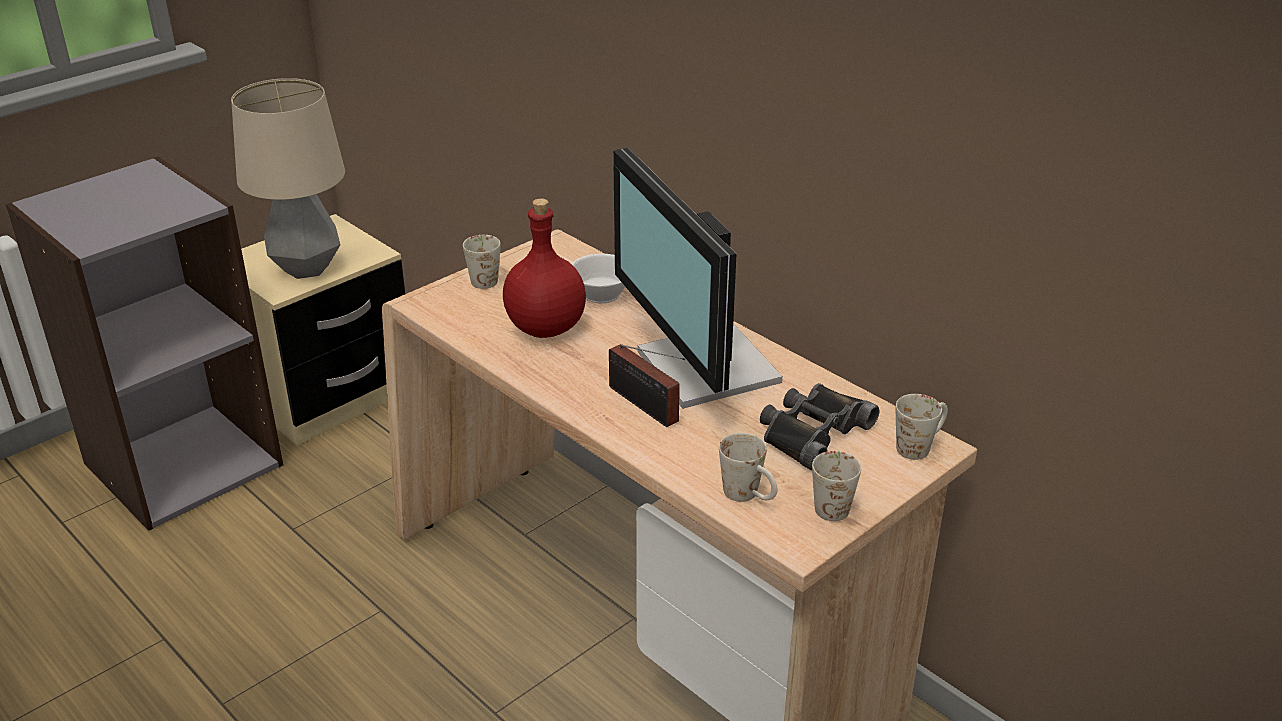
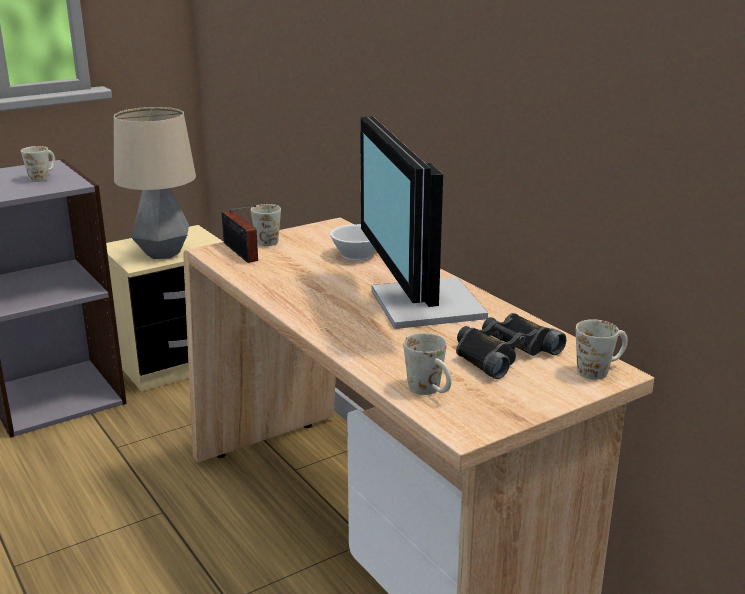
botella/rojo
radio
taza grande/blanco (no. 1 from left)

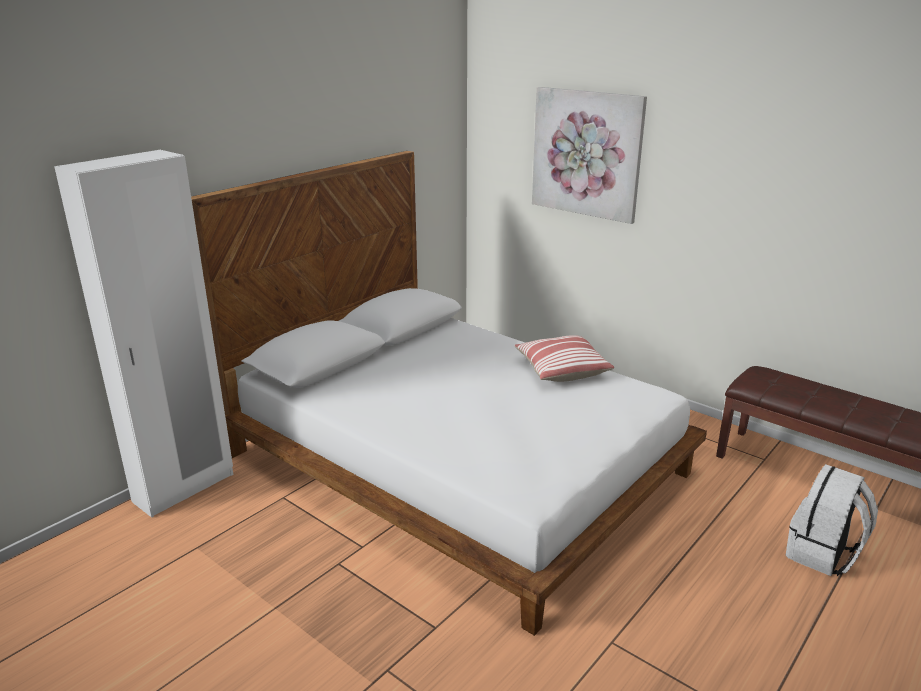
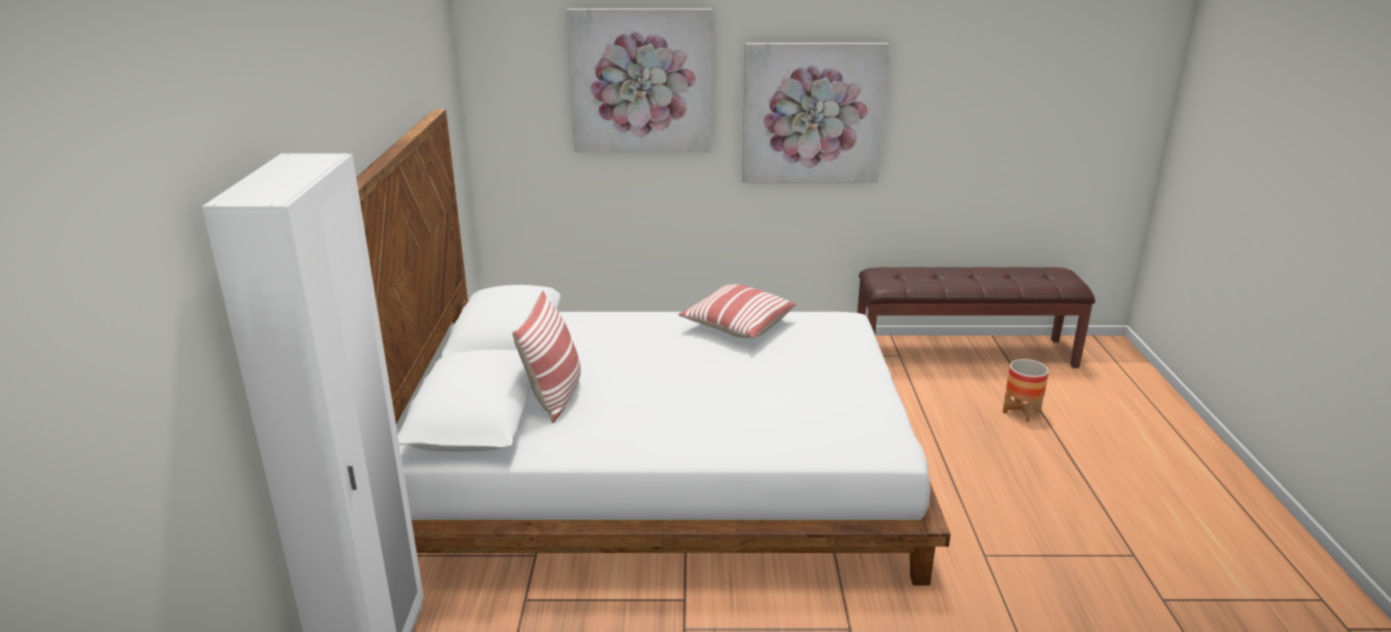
maceta
cojín (no. 1 from left)
cuadro (no. 2 from left)

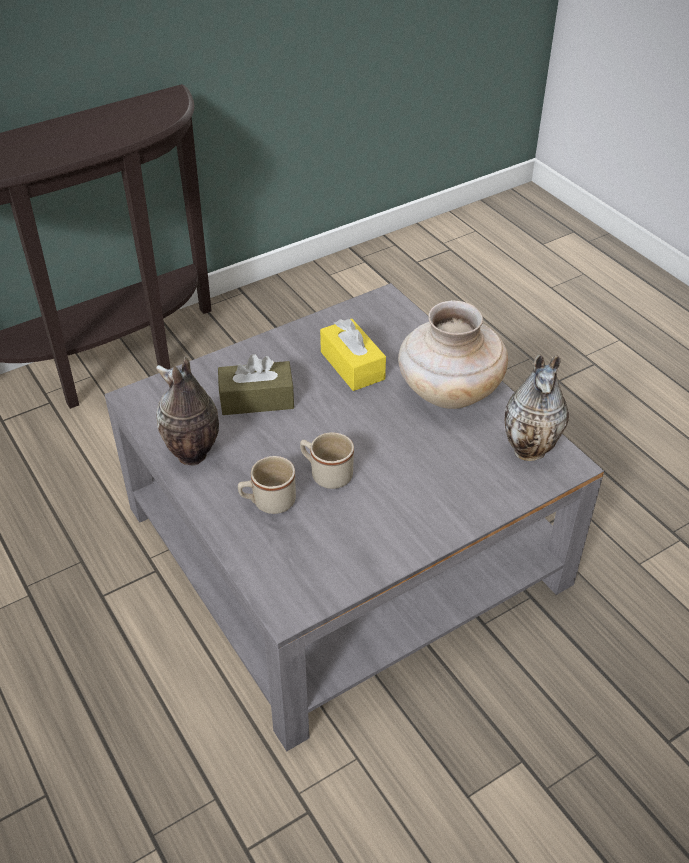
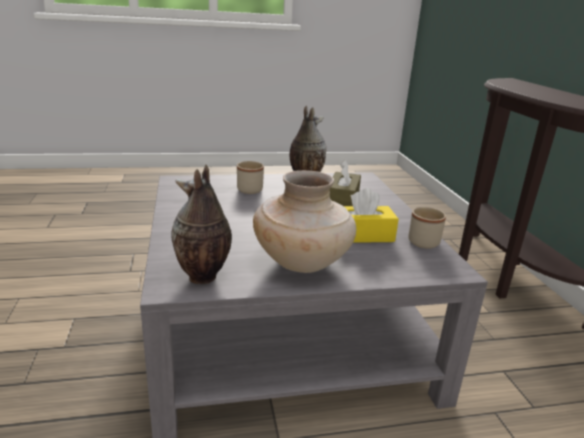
taza grande/beis (no. 2 from left)

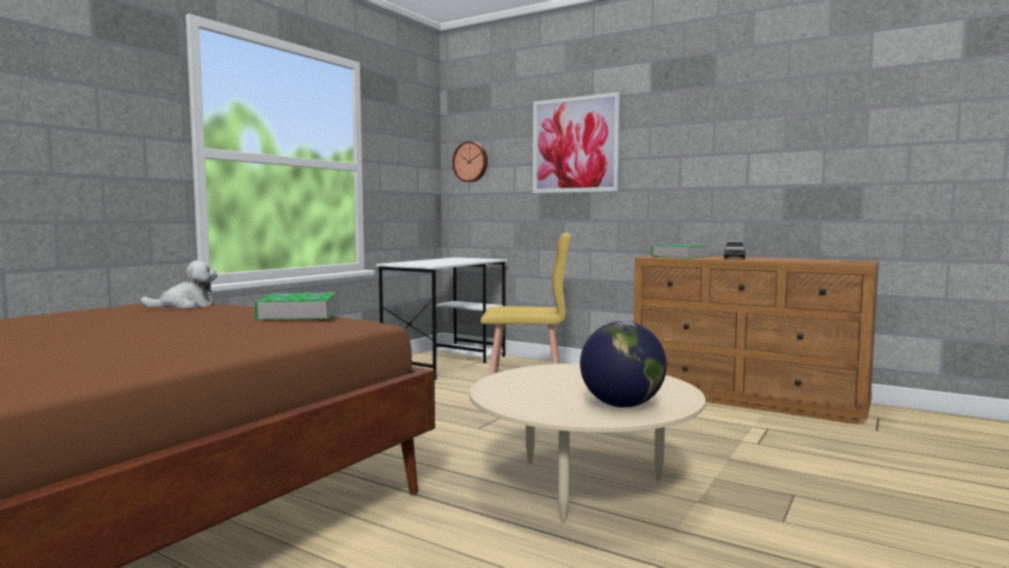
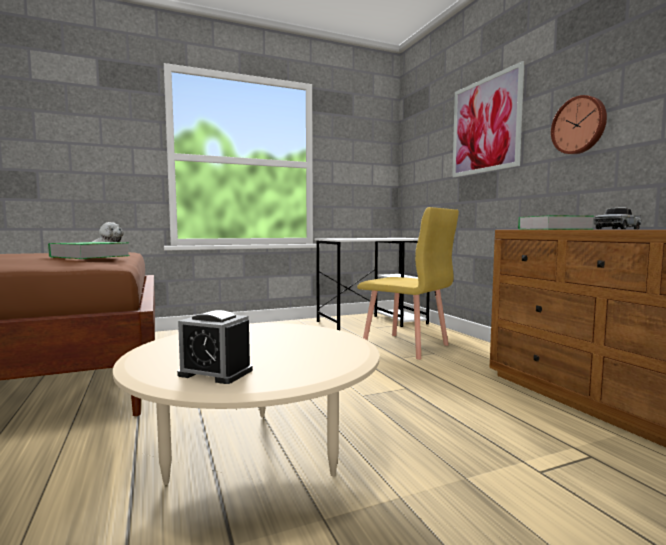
reloj de pared
despertador

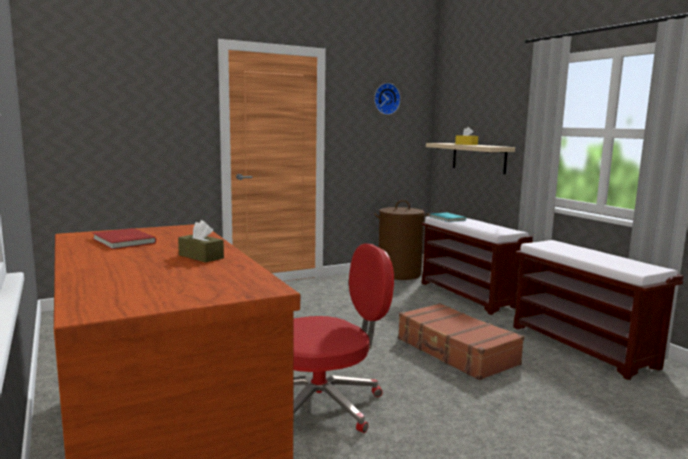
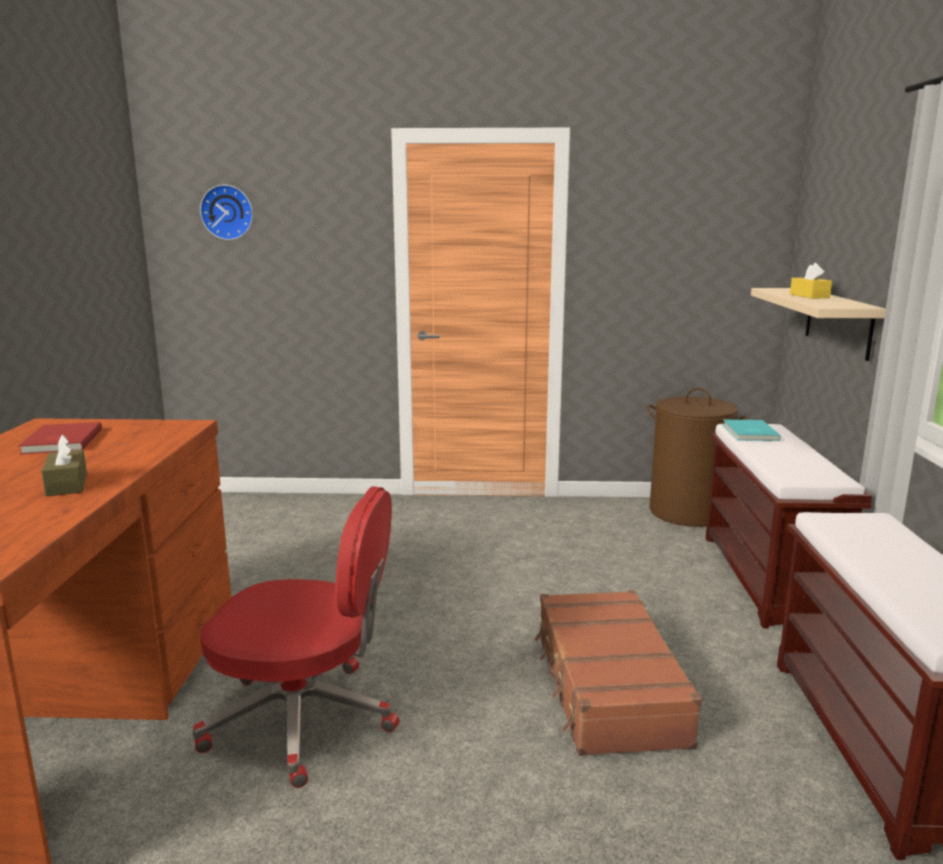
reloj de pared

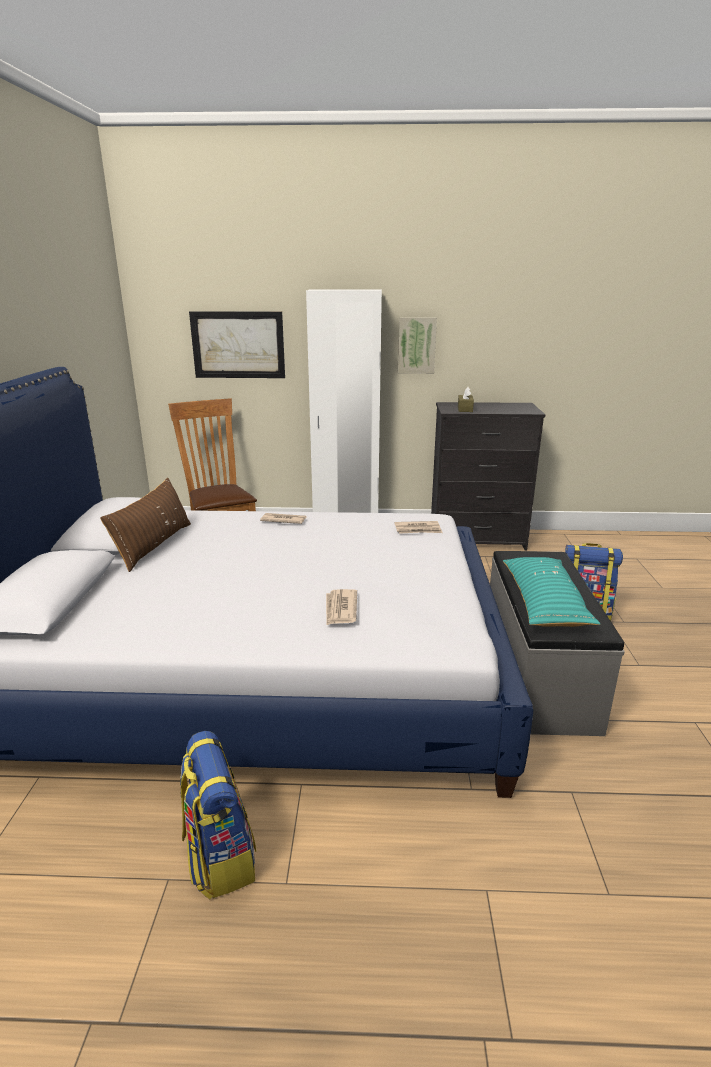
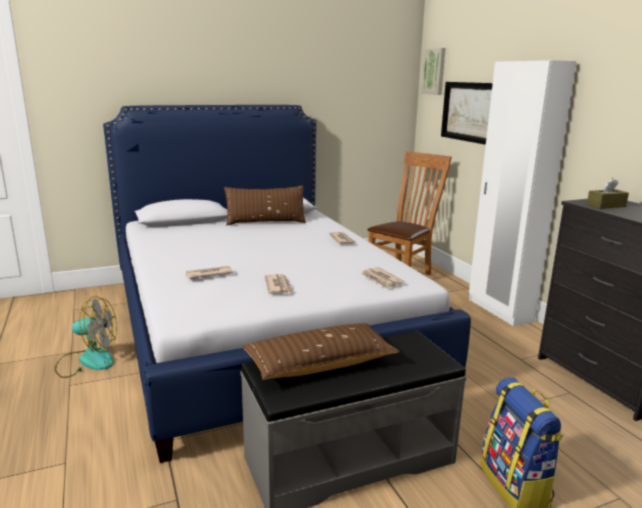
ventilador
cuadro (no. 1 from left)
cojín/marrón (no. 2 from left)
periódico (no. 2 from left)

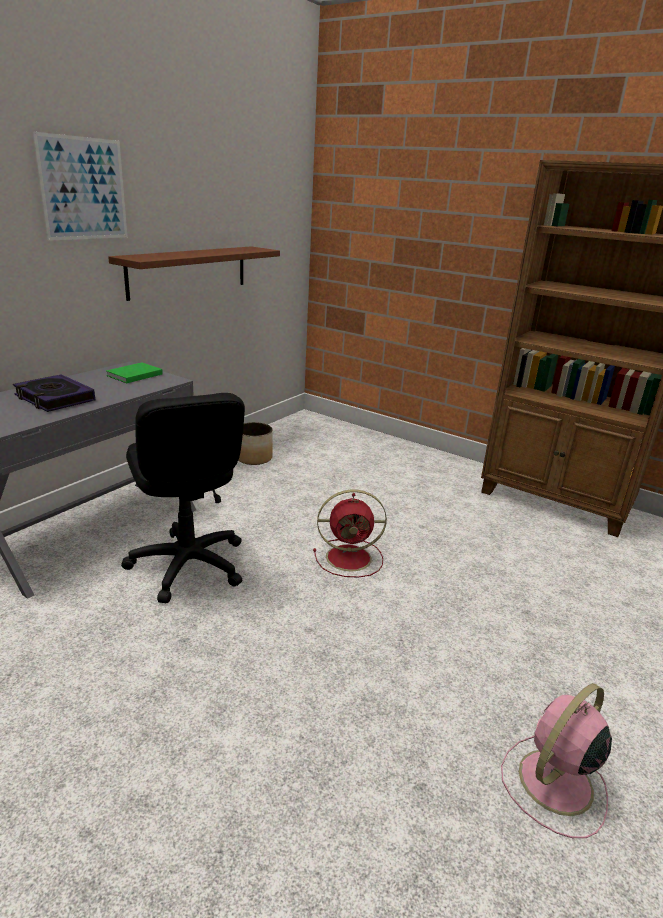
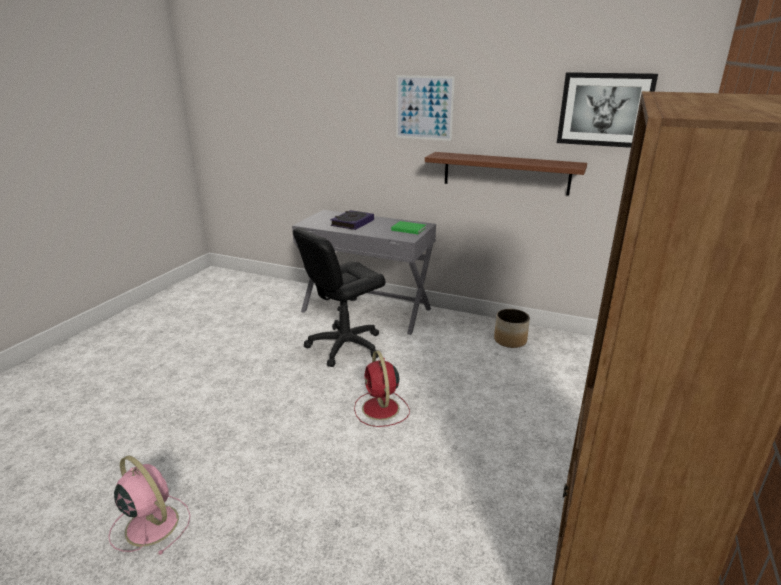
cuadro (no. 2 from left)

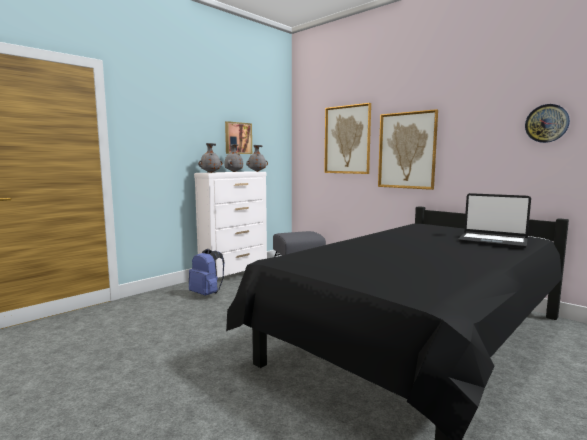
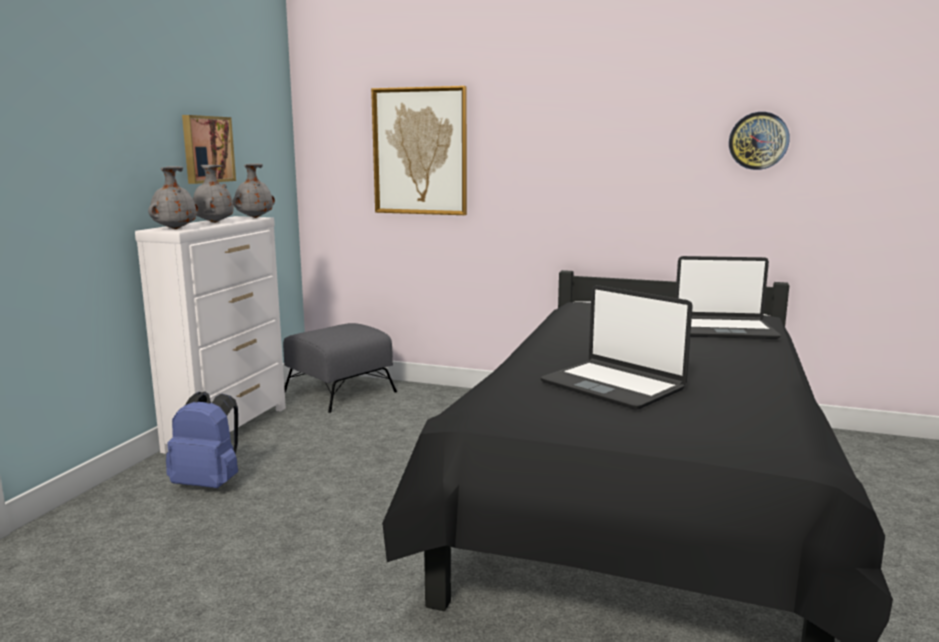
cuadro (no. 3 from left in the first image)
portátil (no. 1 from left)

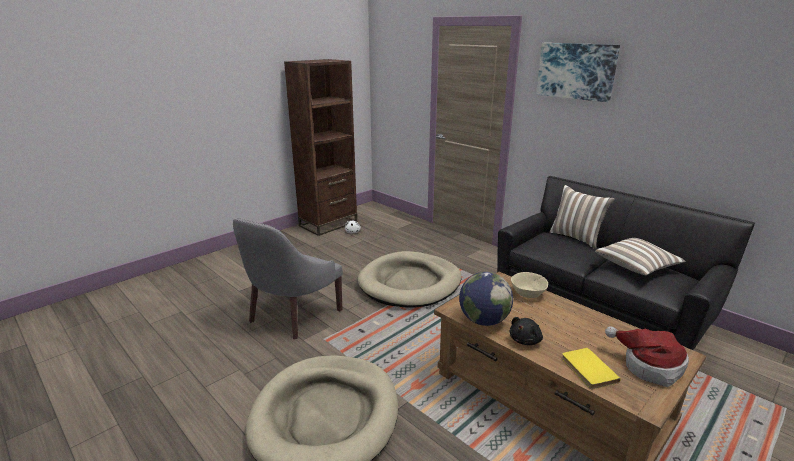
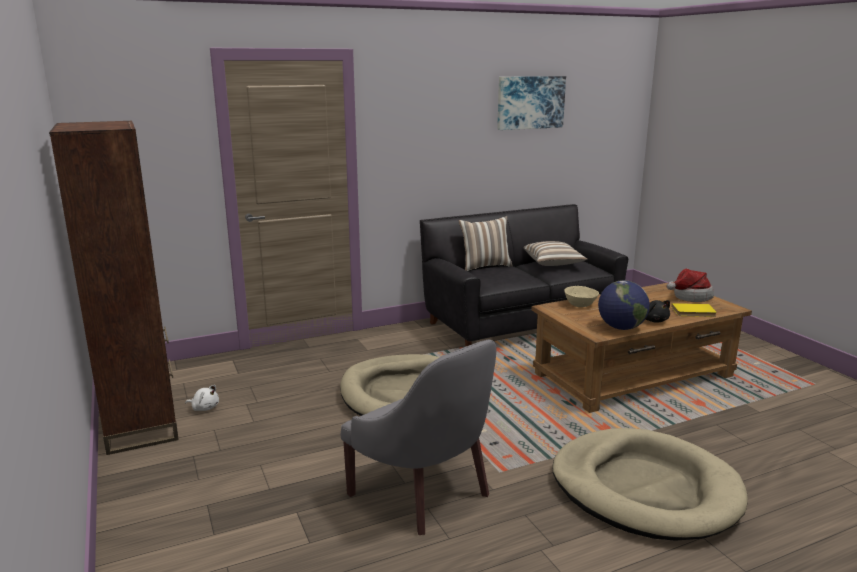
cuadro

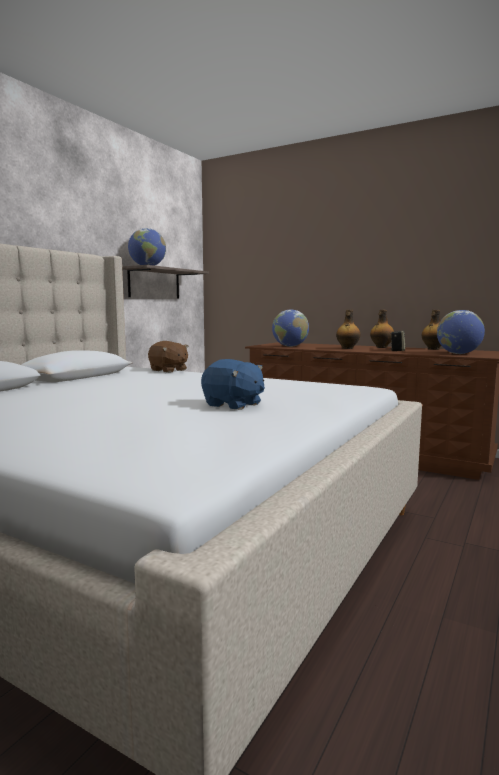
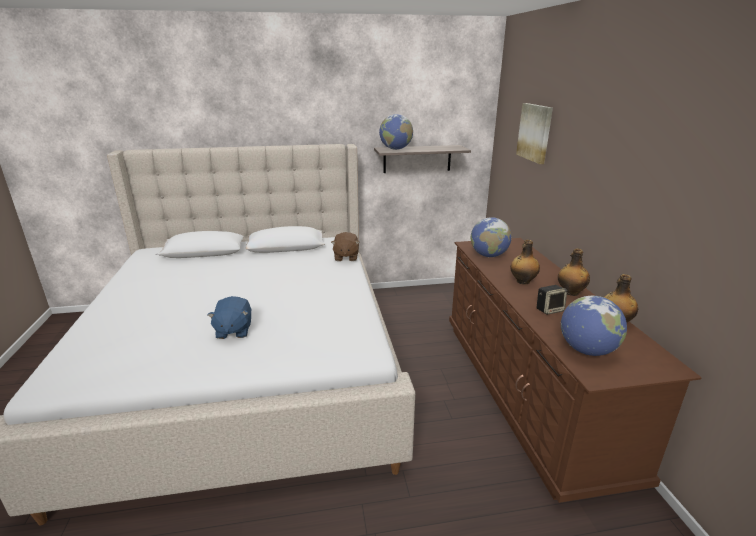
cuadro

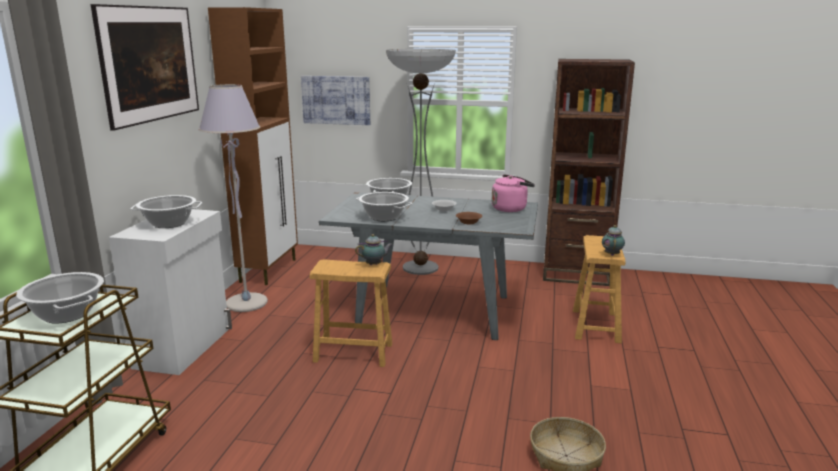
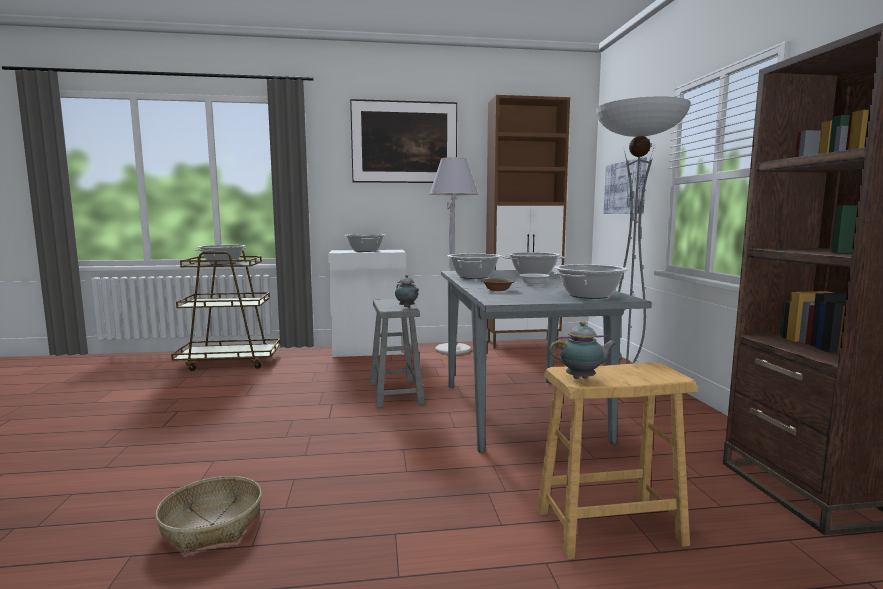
taburete/gris
olla (no. 5 from left)

